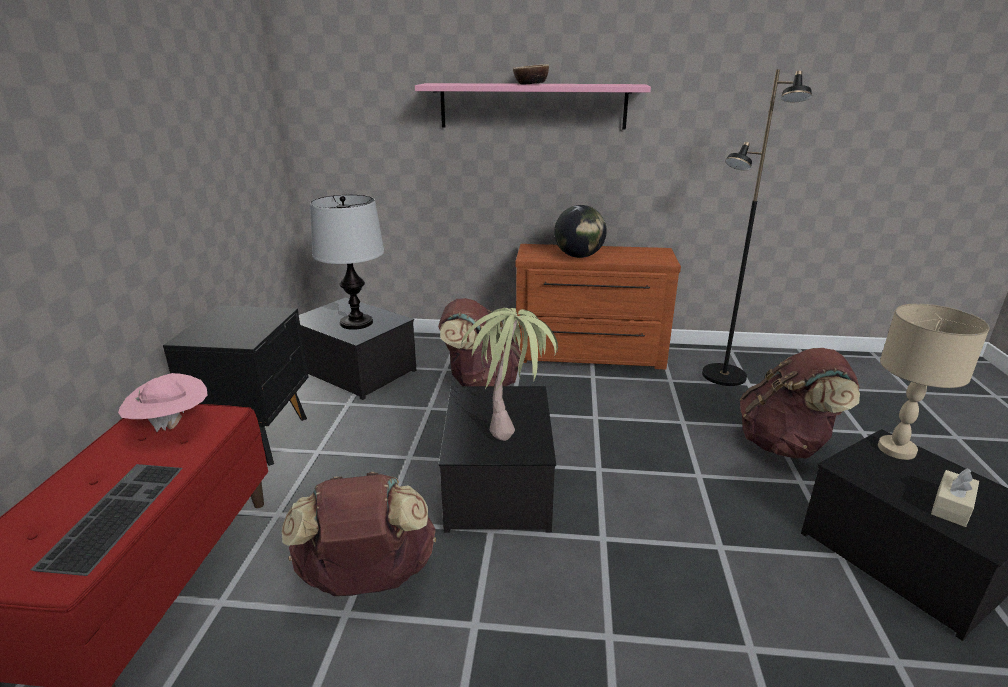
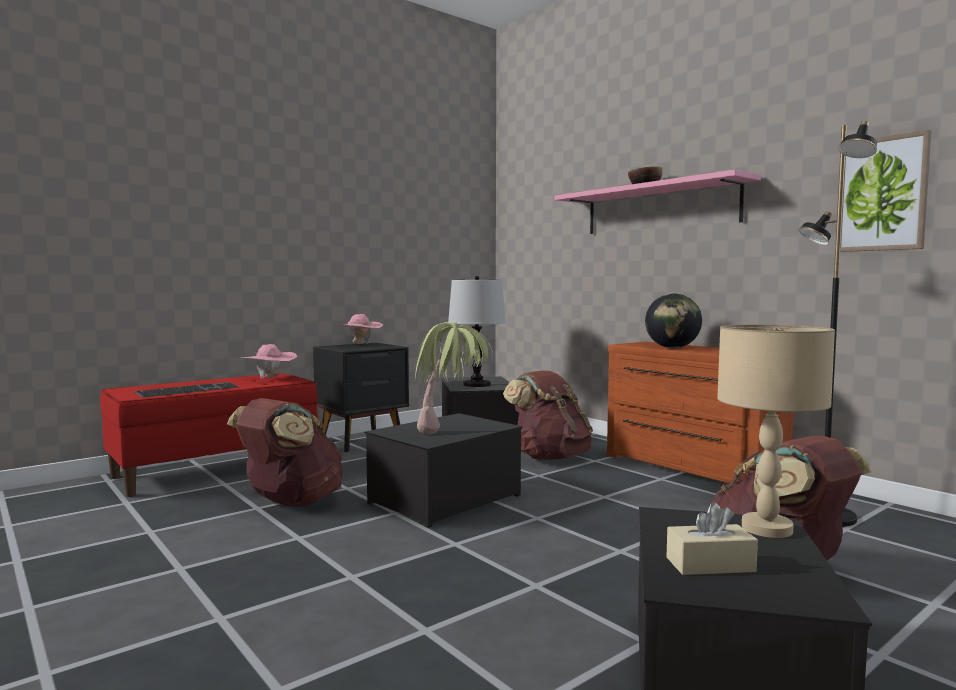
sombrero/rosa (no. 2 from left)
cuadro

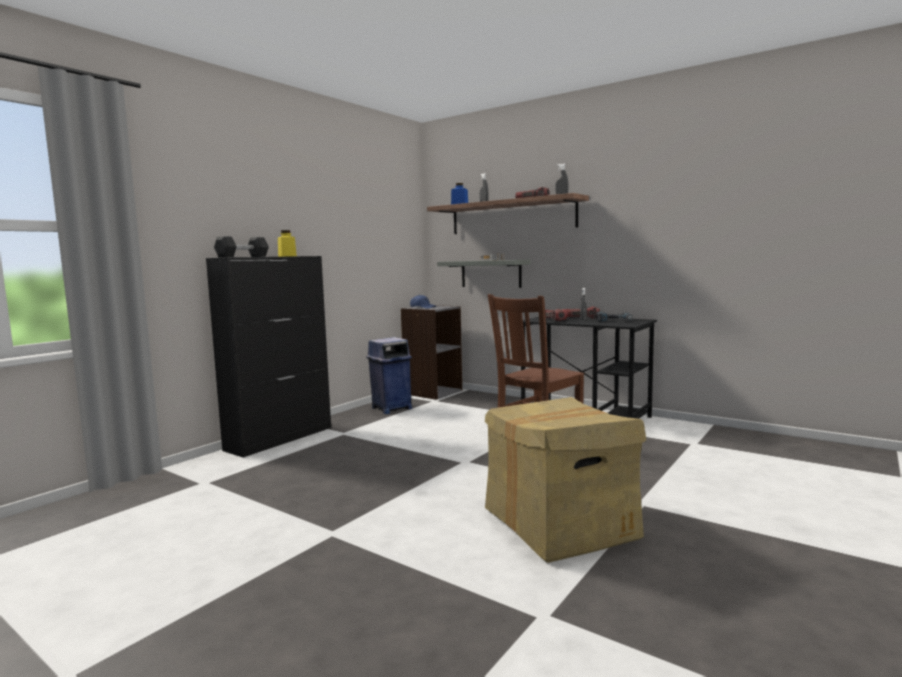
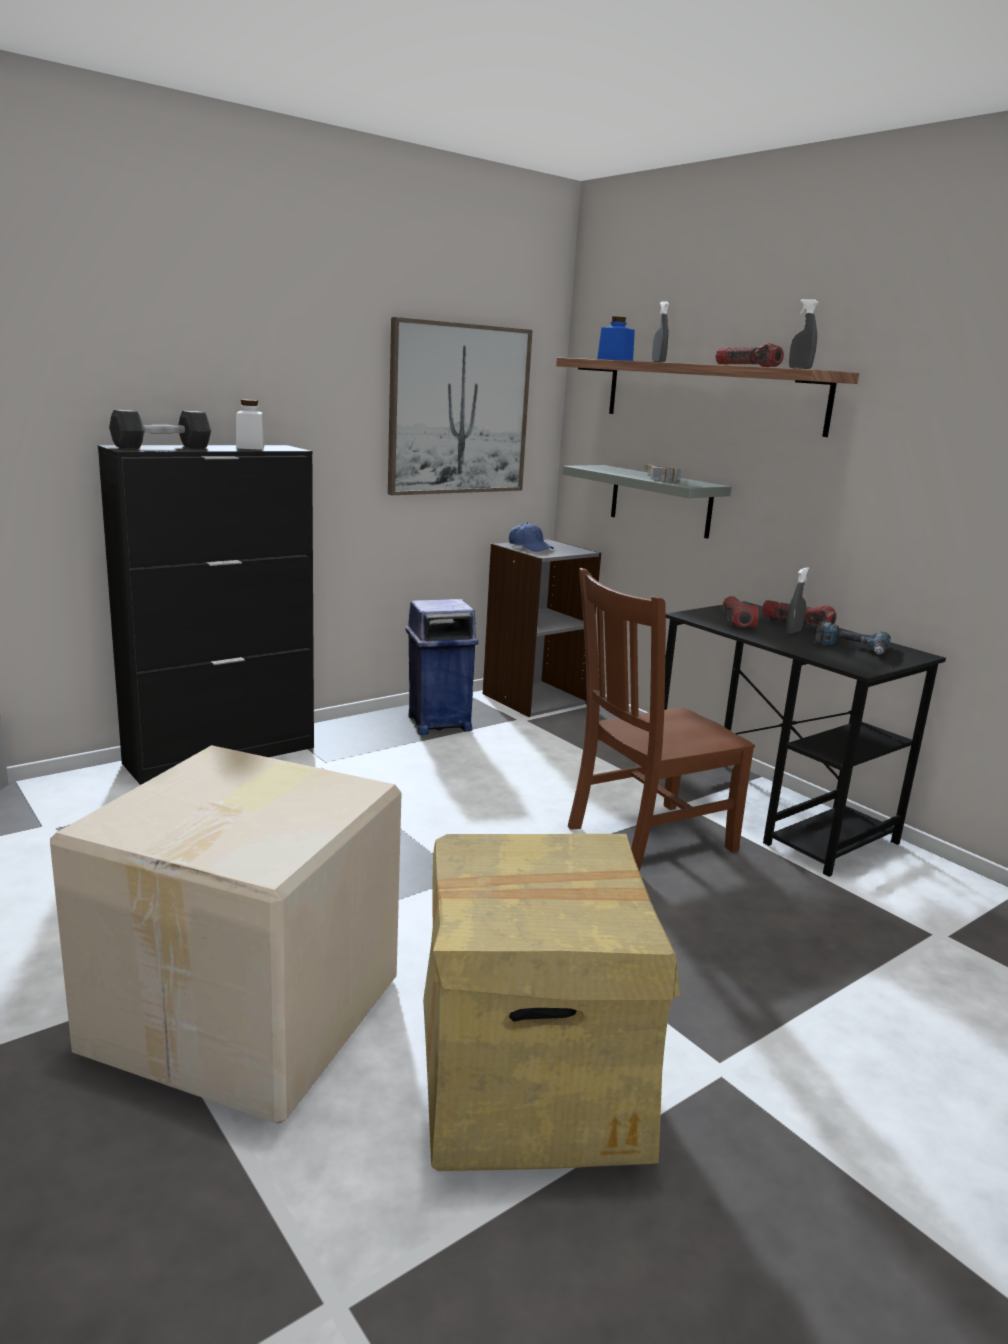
tarro/blanco
caja de cartón (no. 1 from left)
cuadro

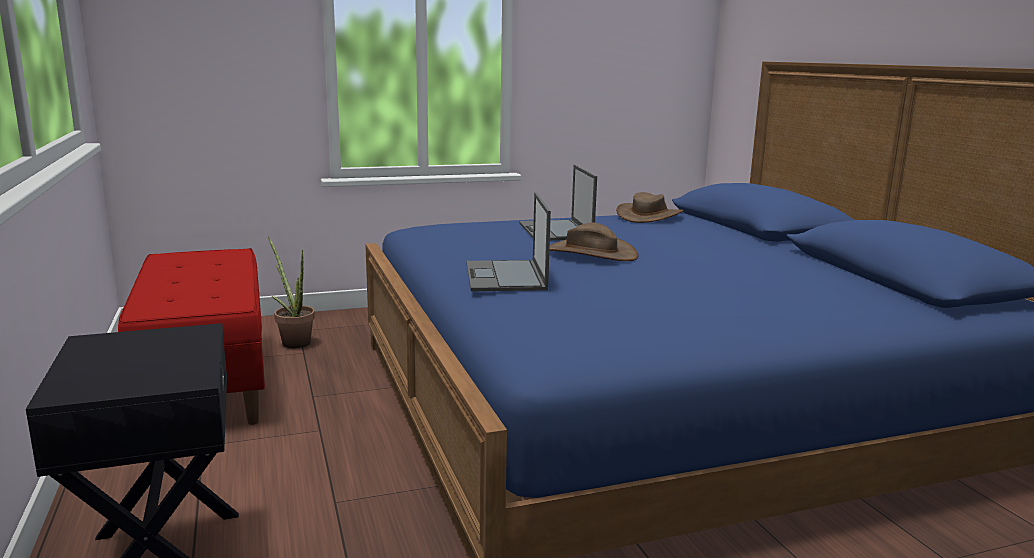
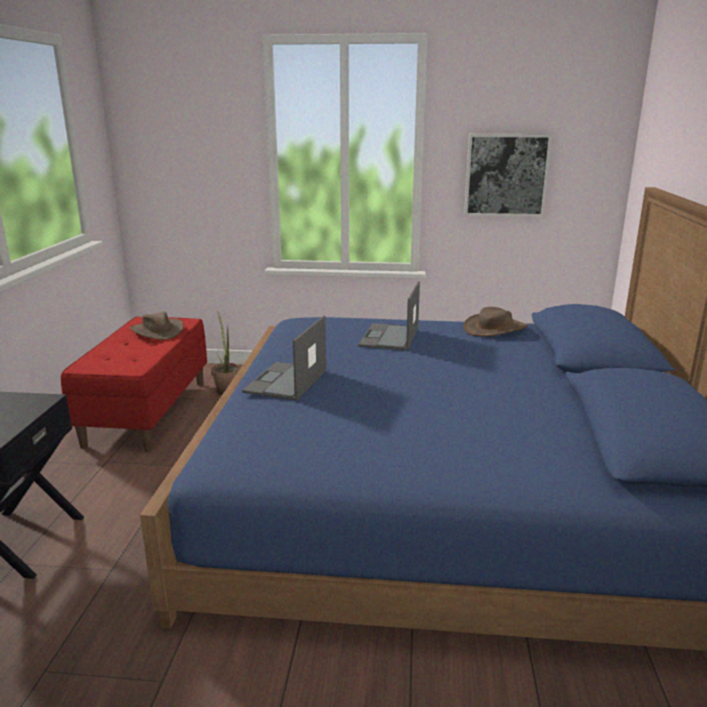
sombrero/marrón (no. 1 from left)
cuadro

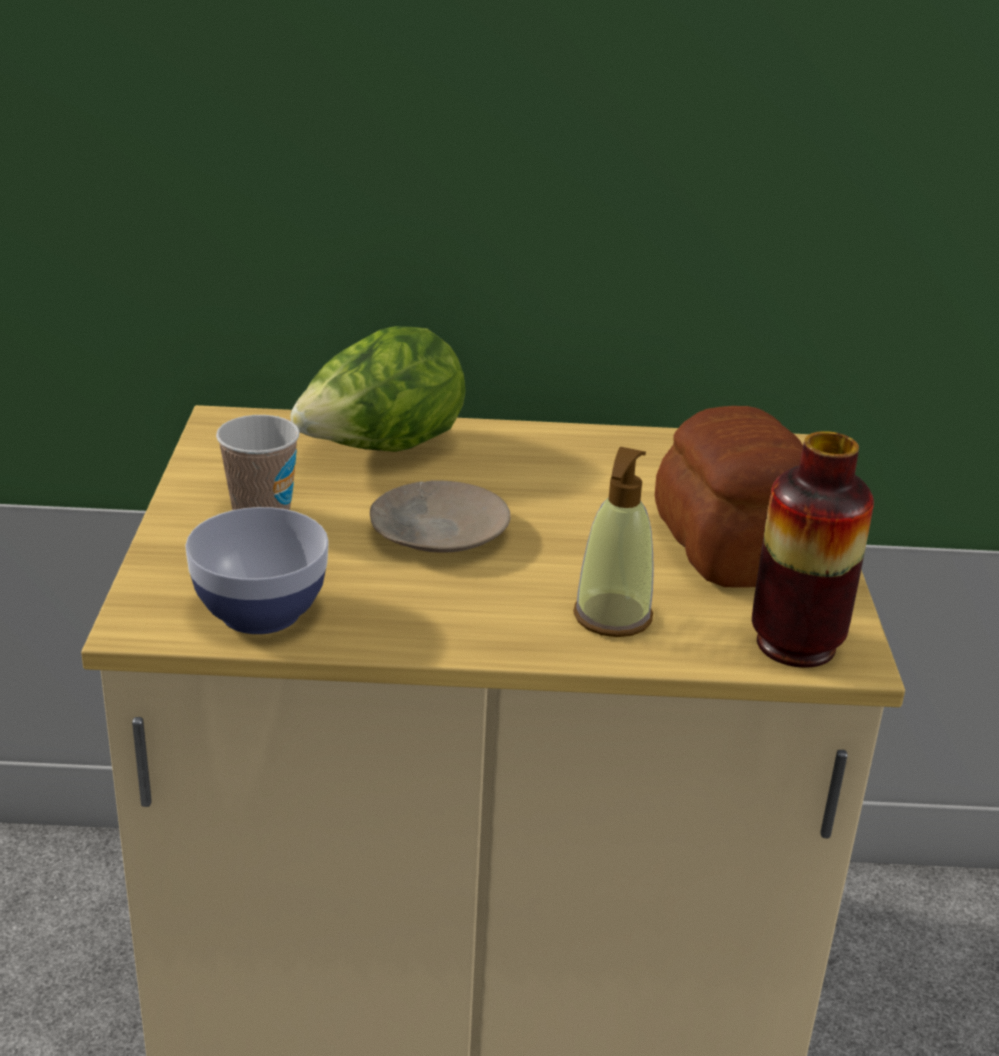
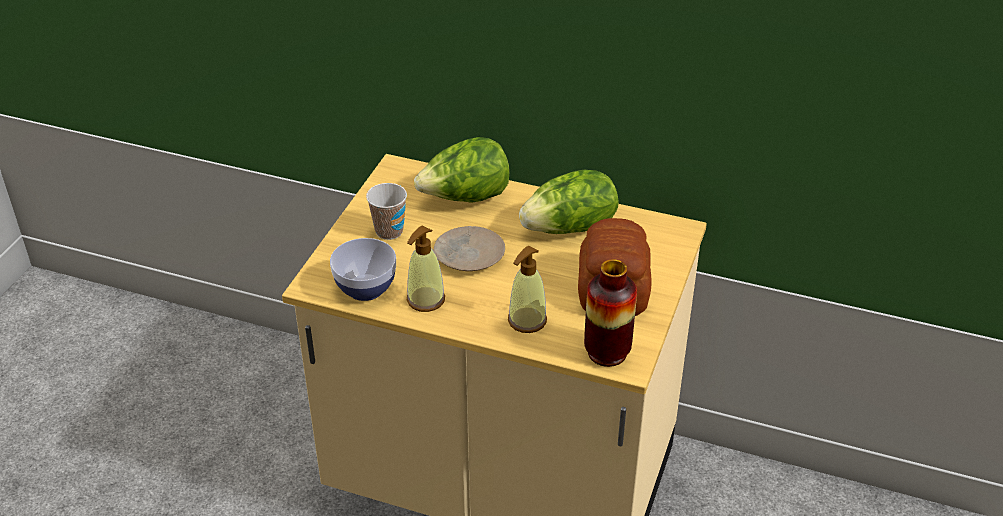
dispensador de jabón (no. 1 from left)
lechuga (no. 2 from left)

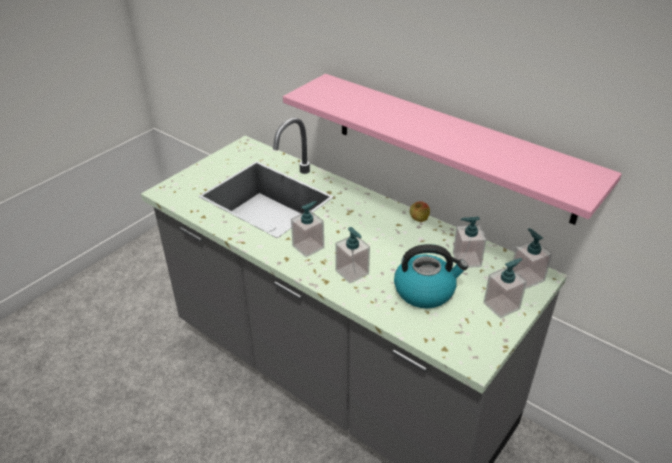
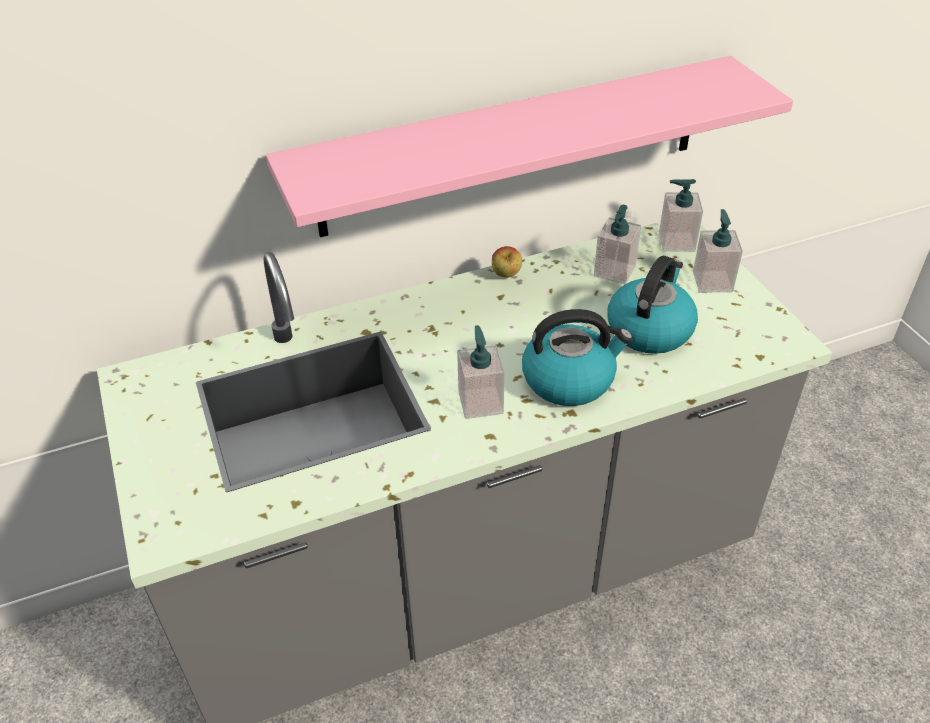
hervidor (no. 1 from left)

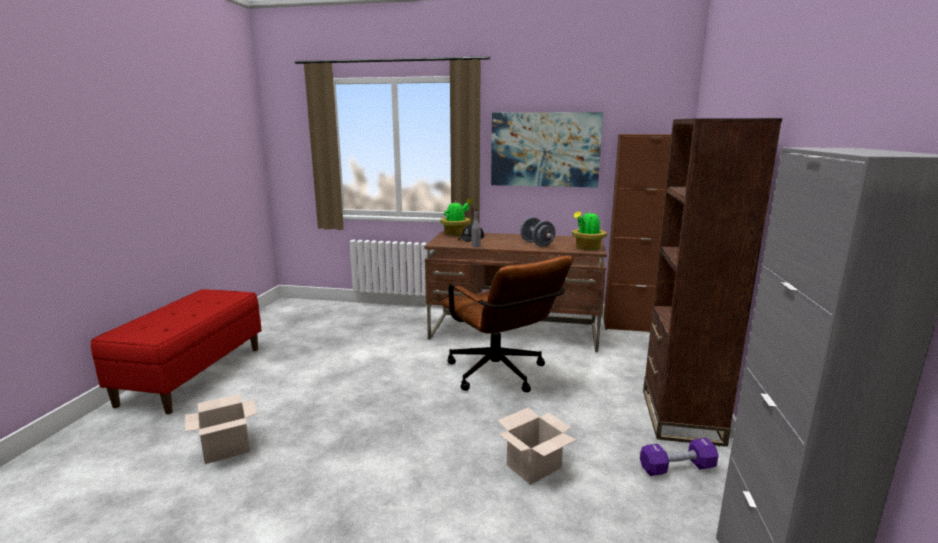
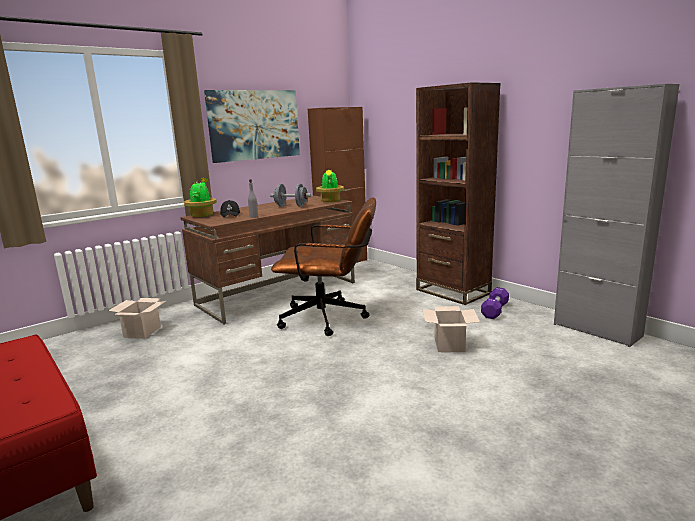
caja de cartón (no. 1 from left)

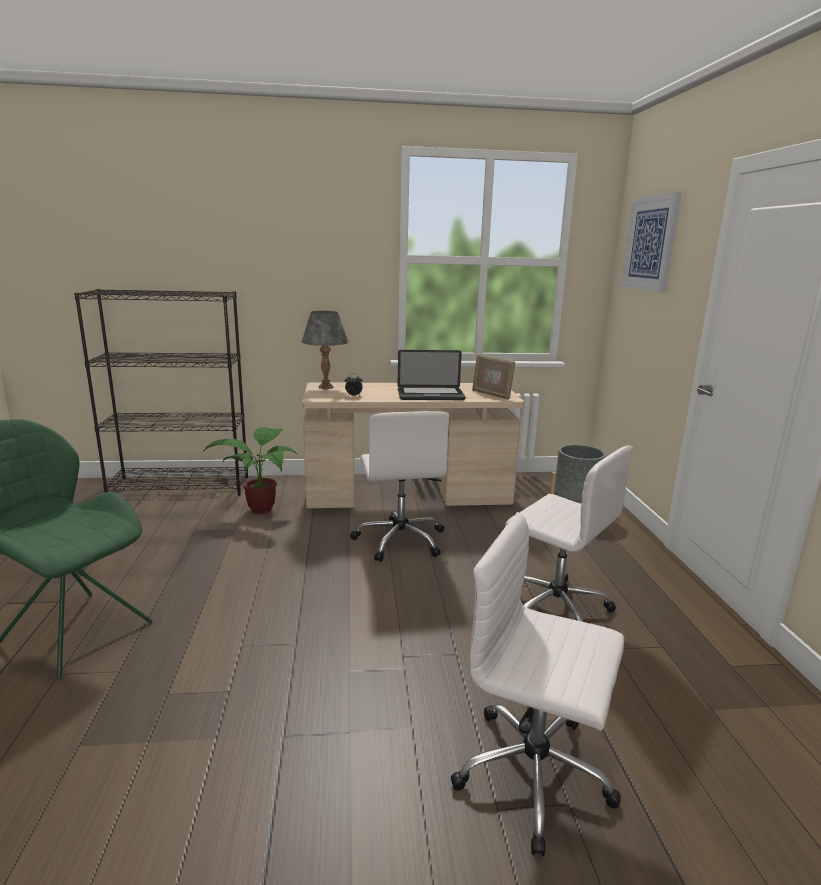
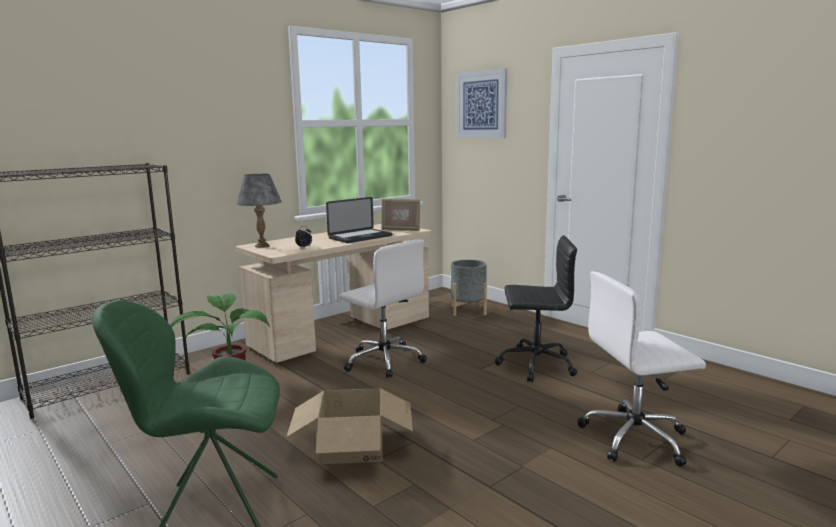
silla de oficina/negro
caja de cartón

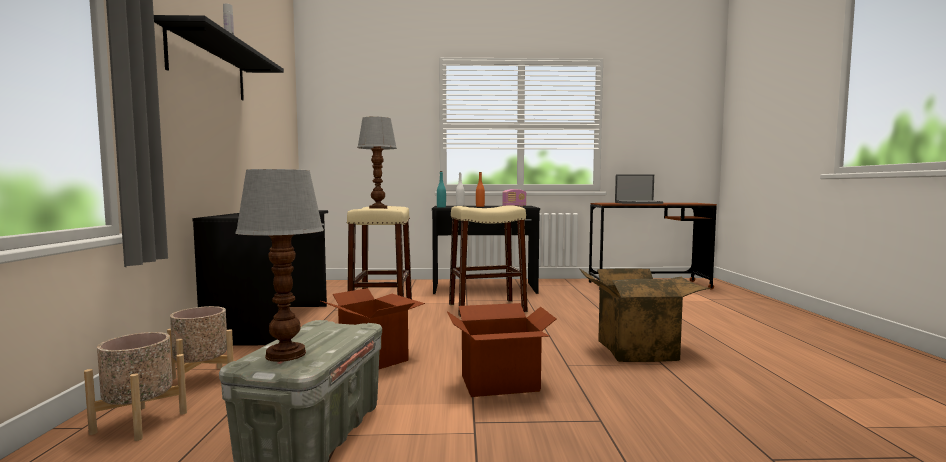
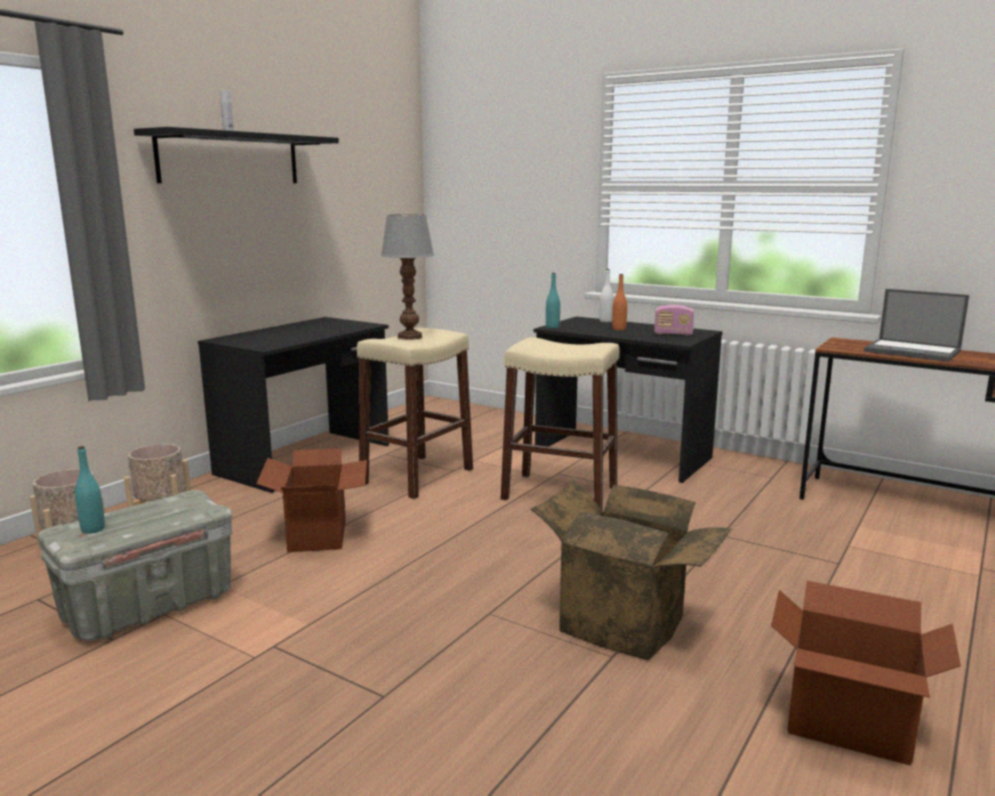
botella/turquesa (no. 1 from left)
caja de cartón (no. 3 from left)

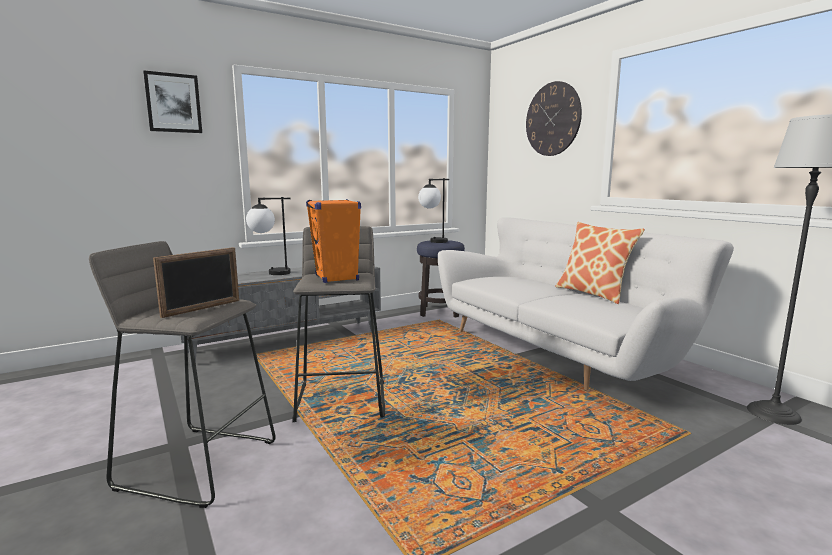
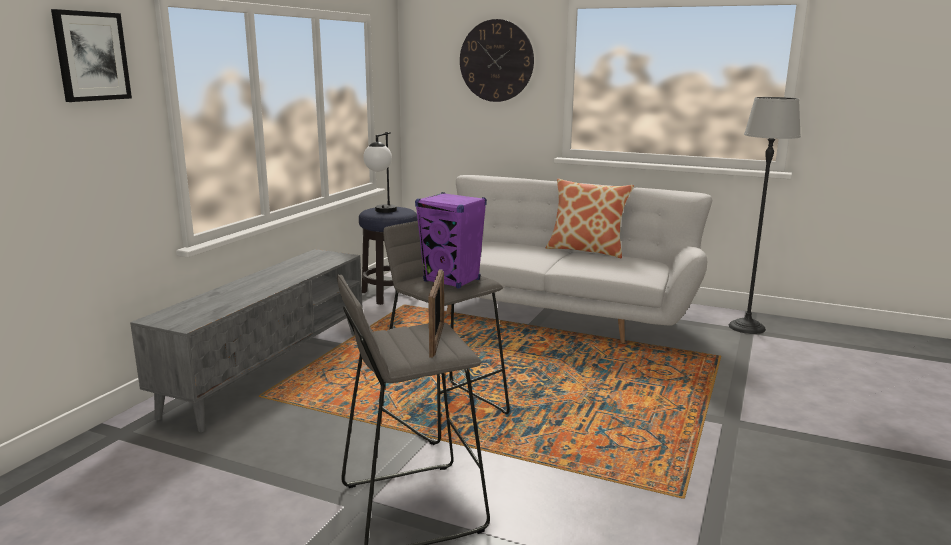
lámpara de mesa (no. 1 from left in the first image)
altavoz/morado

